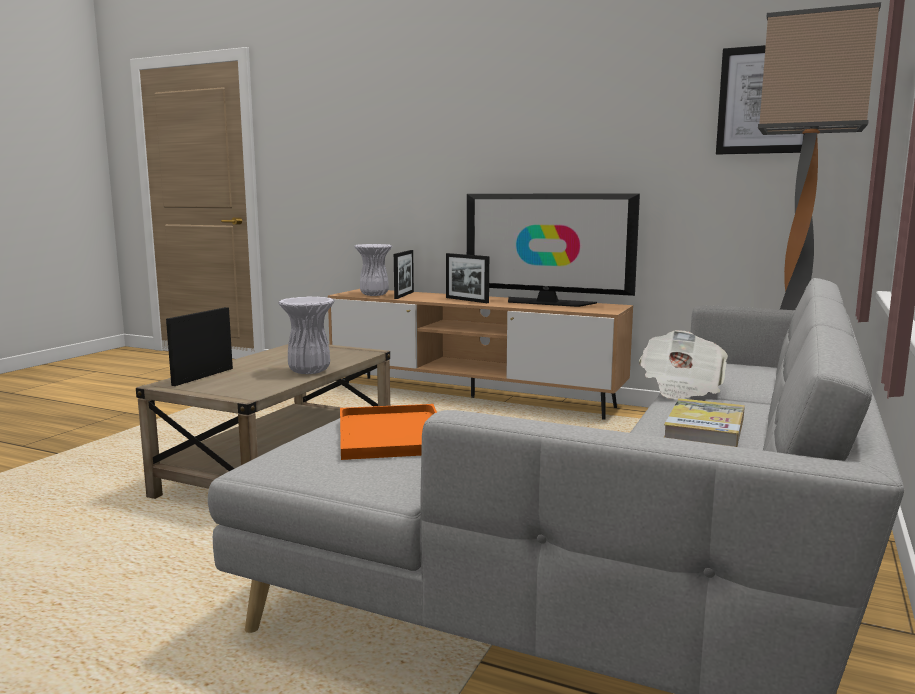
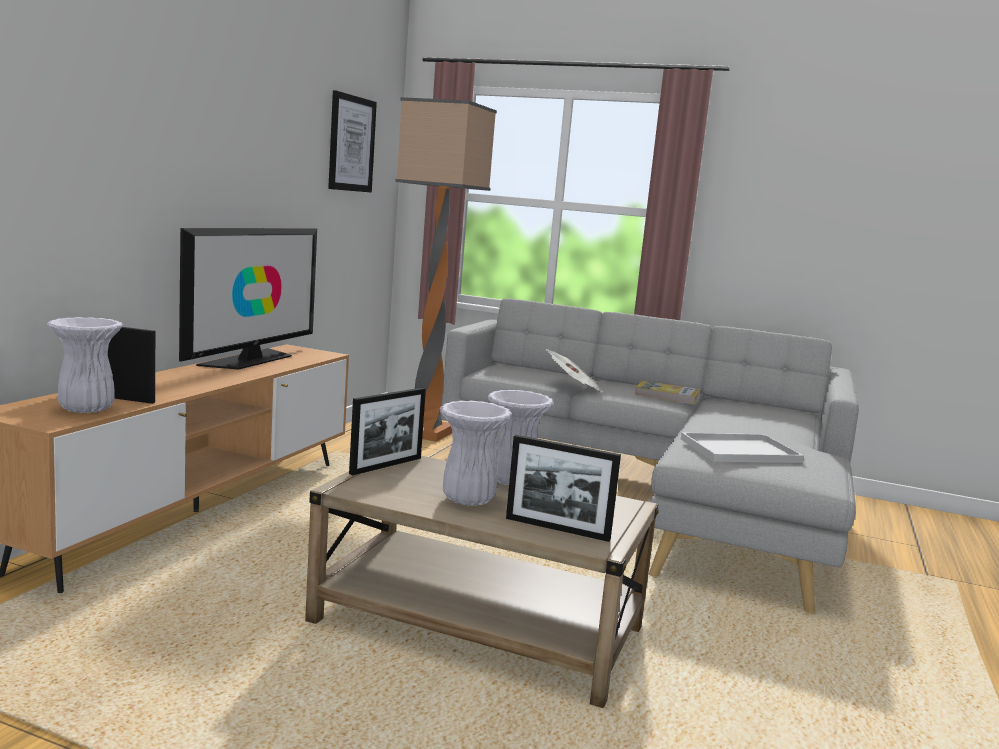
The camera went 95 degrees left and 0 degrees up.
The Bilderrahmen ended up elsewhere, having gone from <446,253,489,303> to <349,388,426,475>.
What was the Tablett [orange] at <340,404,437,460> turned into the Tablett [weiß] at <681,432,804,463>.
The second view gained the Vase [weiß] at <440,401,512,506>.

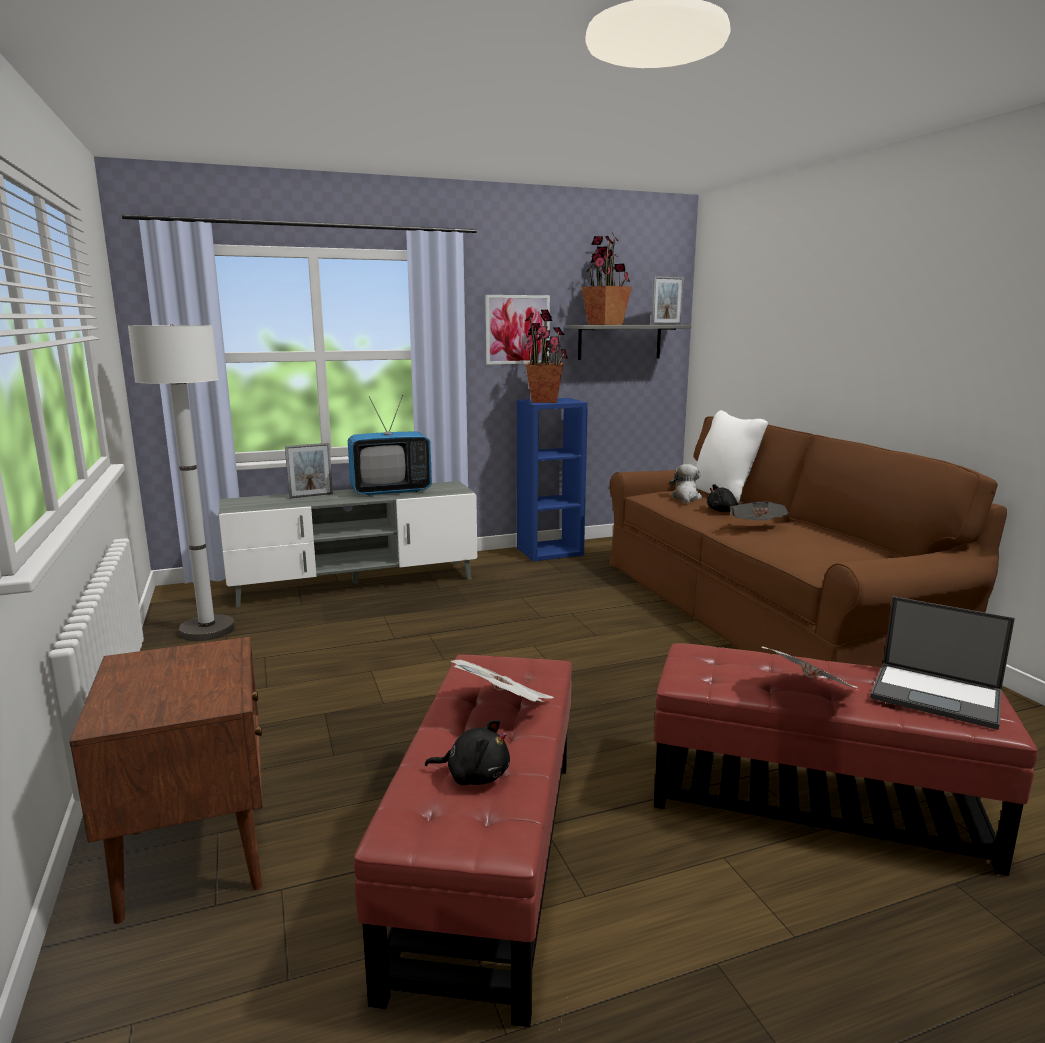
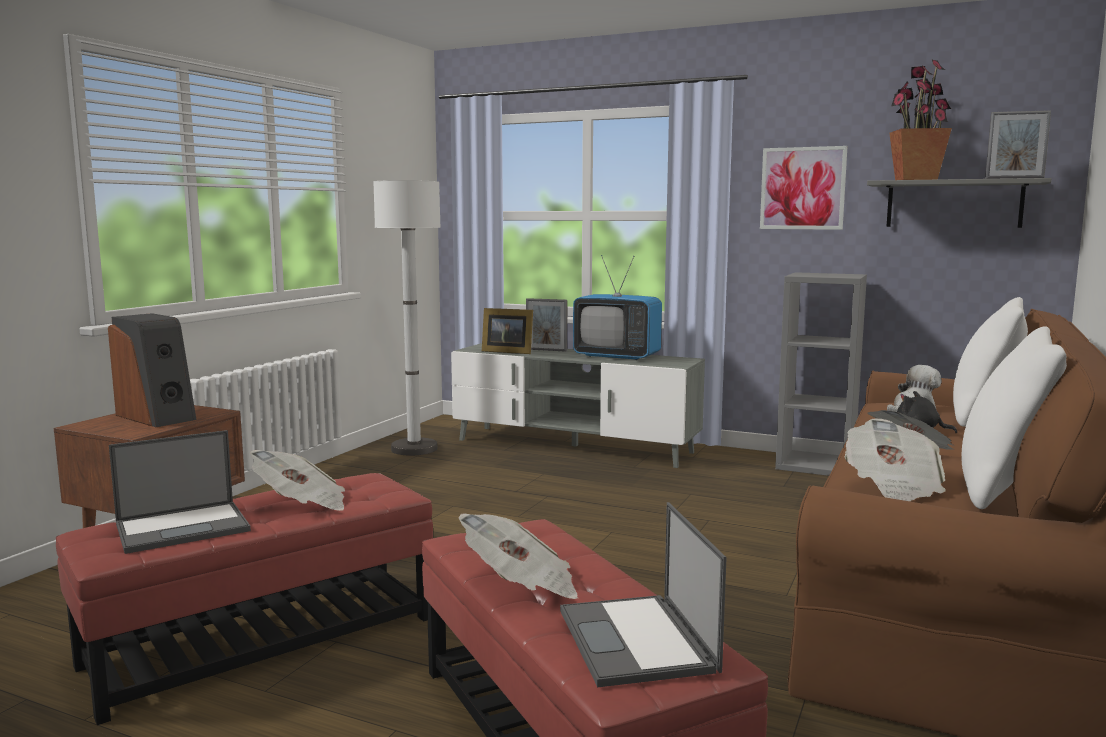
The camera went 45 degrees right and 5 degrees down.
The second view lost the Topfpflanze at <523,310,568,403>.
What was the Bücherregal [blau] at <517,398,588,561> turned into the Bücherregal [grau] at <775,272,867,476>.
Where the Plüschtier [schwarz] stood at <425,719,510,786>, the Laptop came to stand at <109,430,251,554>.
The second view gained the Bilderrahmen at <482,308,533,354>.
The second view gained the Lautsprecher at <108,313,196,427>.
The second view gained the Kissen [weiß] at <961,326,1067,509>.
The second view gained the Zeitung at <844,419,945,501>.

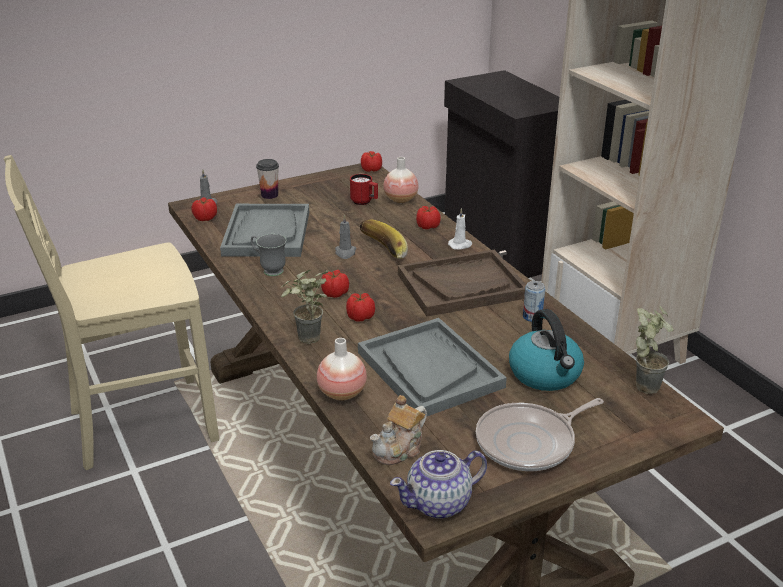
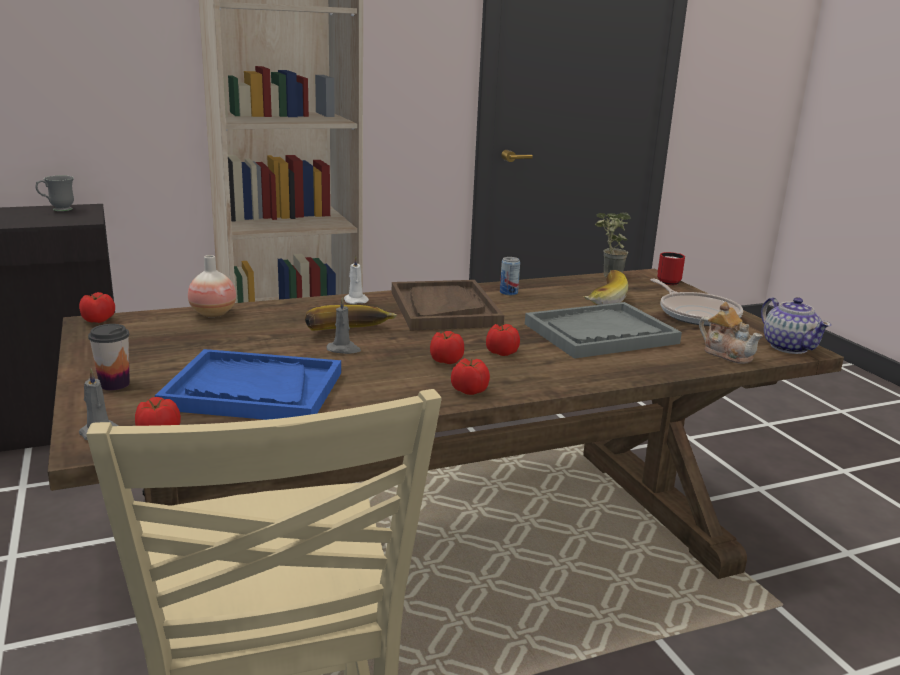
The camera went 85 degrees left and 10 degrees down.
The Henkelbecher [rot] ended up elsewhere, having gone from <350,174,378,205> to <657,252,685,285>.
What was the Tablett [grau] at <220,204,309,257> turned into the Tablett [blau] at <155,349,341,420>.
The Tomate ended up elsewhere, having gone from <416,206,441,229> to <451,358,490,395>.
The Henkelbecher [grau] ended up elsewhere, having gone from <251,234,287,276> to <36,175,74,211>.
The second view lost the Topfpflanze at <281,270,328,344>.
Where the Wasserkessel stood at <509,309,584,391>, the Banane came to stand at <584,270,628,305>.
The second view lost the Vase at <317,338,367,401>.

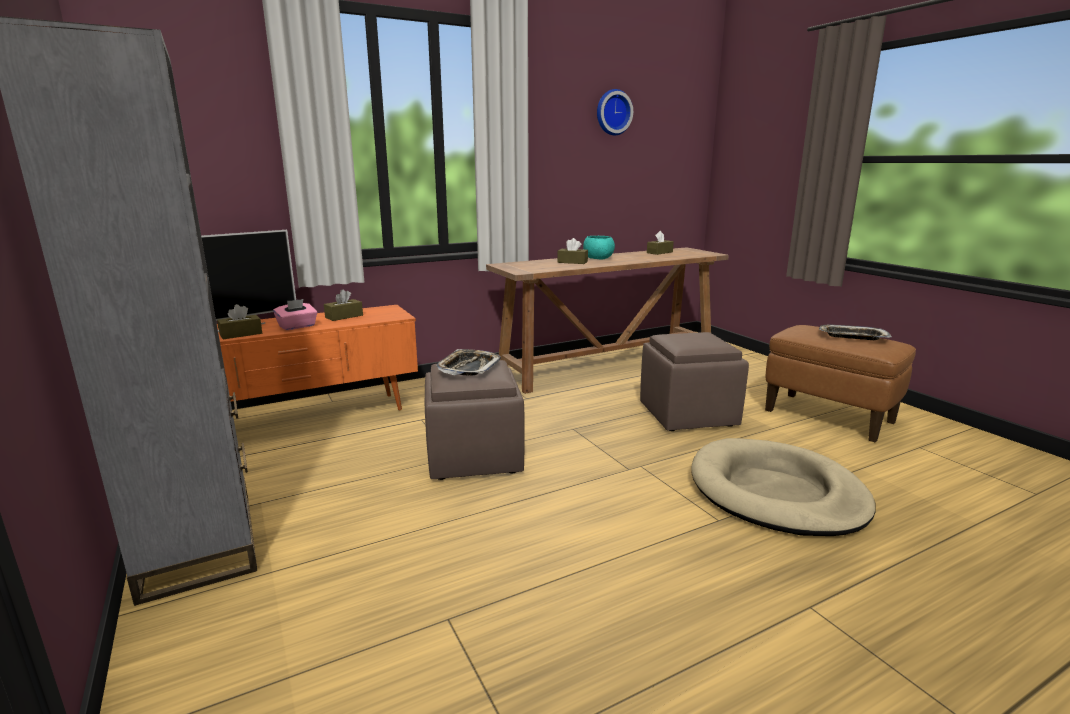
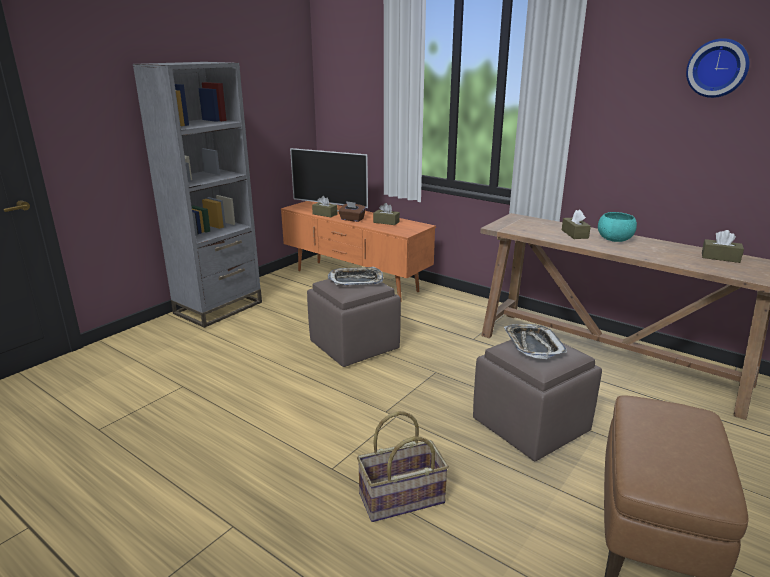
The camera went 65 degrees right and 5 degrees up.
What was the Taschentuchbox [rosa] at <273,299,317,330> turned into the Taschentuchbox [braun] at <338,201,366,222>.
The Tablett ended up elsewhere, having gone from <819,325,892,340> to <504,324,567,359>.
Where the Hundebett [beige] stood at <692,438,876,536>, the Korb came to stand at <357,411,449,522>.

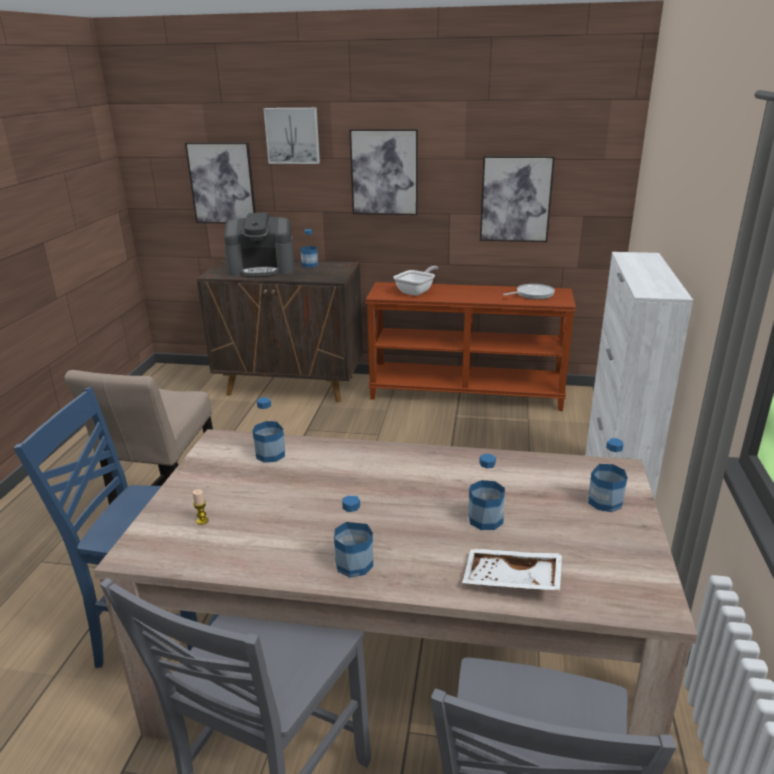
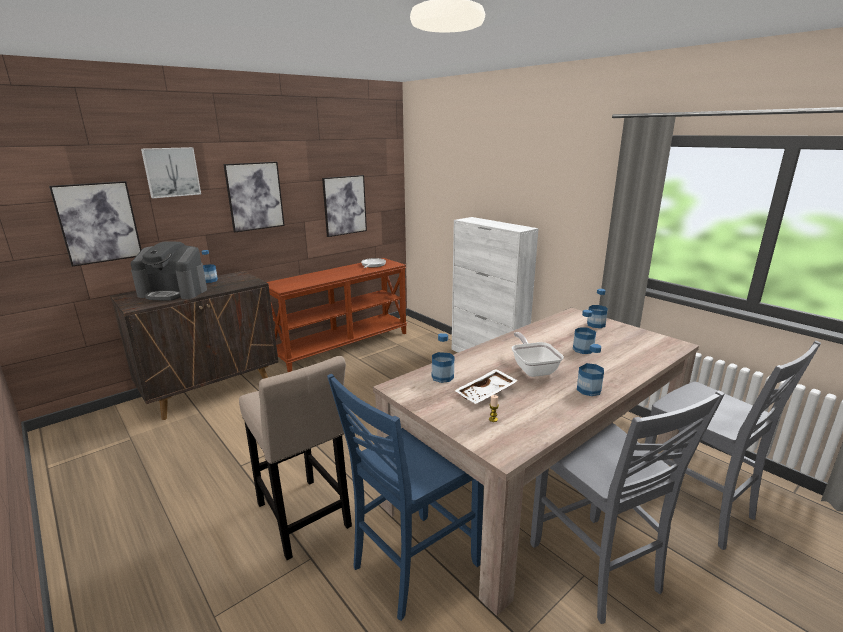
The camera went 50 degrees left and 5 degrees down.
The Kaffeemaschine at <224,213,295,277> ended up facing another way, 60 degrees clockwise from before.
The Pfanne ended up elsewhere, having gone from <393,266,438,296> to <512,332,564,377>.
The Tablett [weiß] ended up elsewhere, having gone from <462,549,562,590> to <454,369,518,404>.

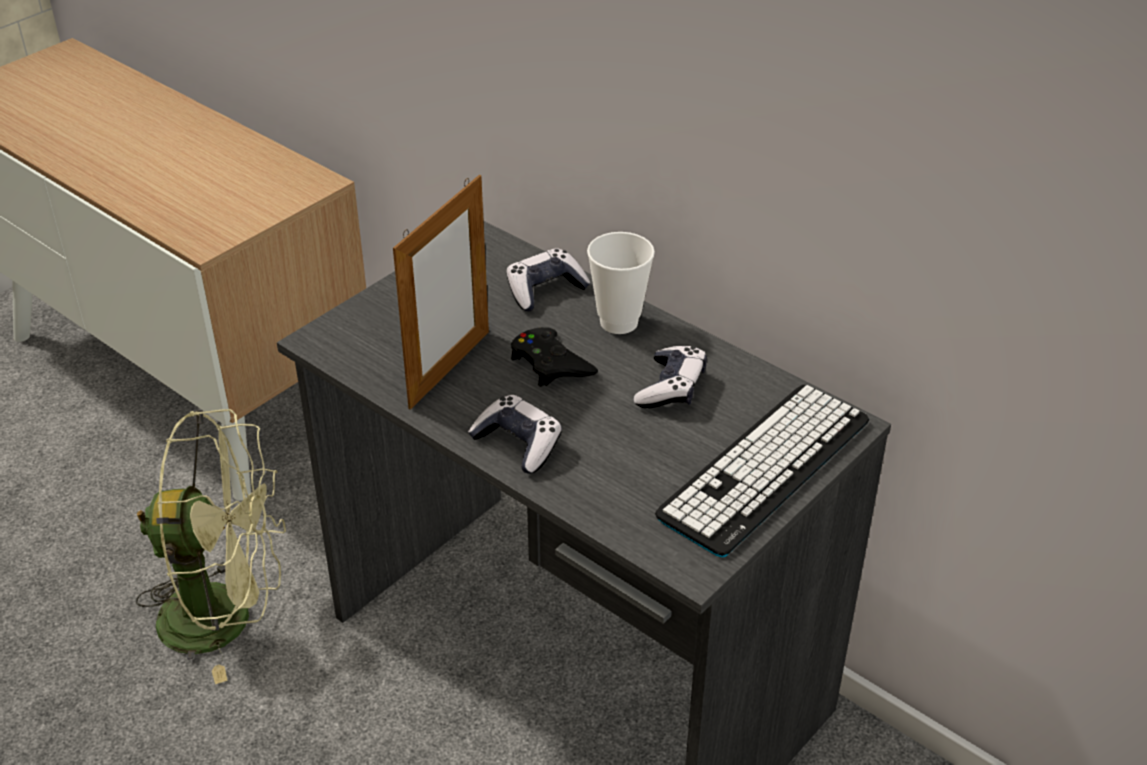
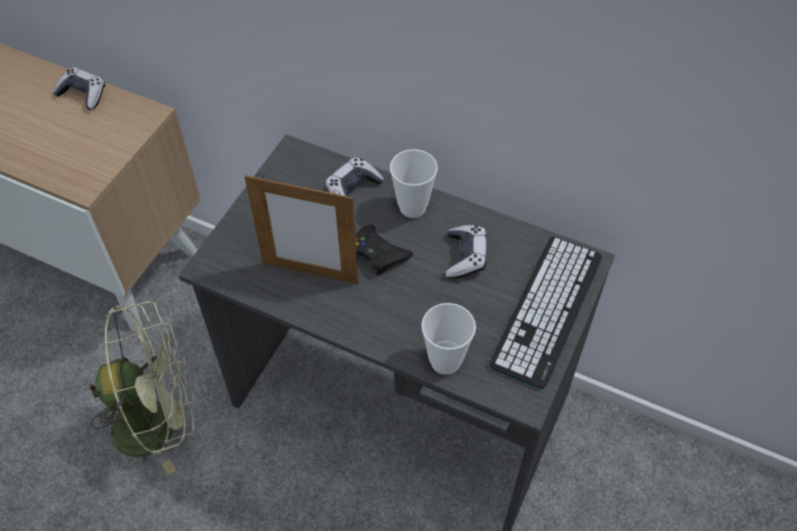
The camera went 15 degrees left and 15 degrees up.
The Bilderrahmen at <393,175,489,410> ended up facing another way, 90 degrees clockwise from before.
The Gamepad ended up elsewhere, having gone from <468,395,562,474> to <53,67,105,110>.
The second view gained the Tasse at <421,303,476,375>.

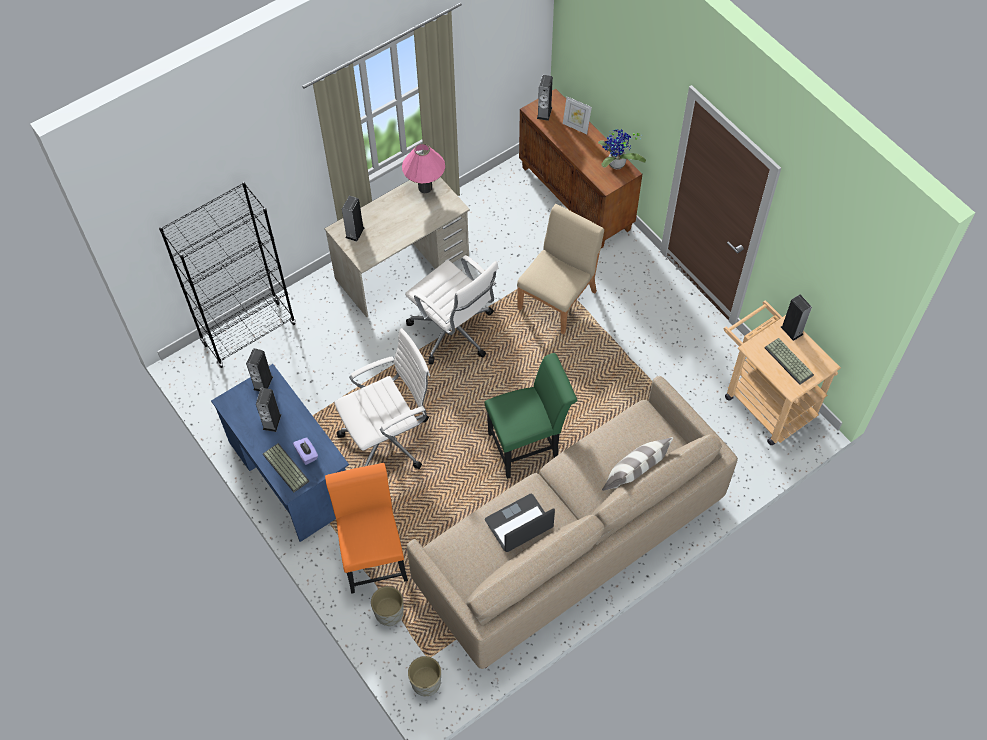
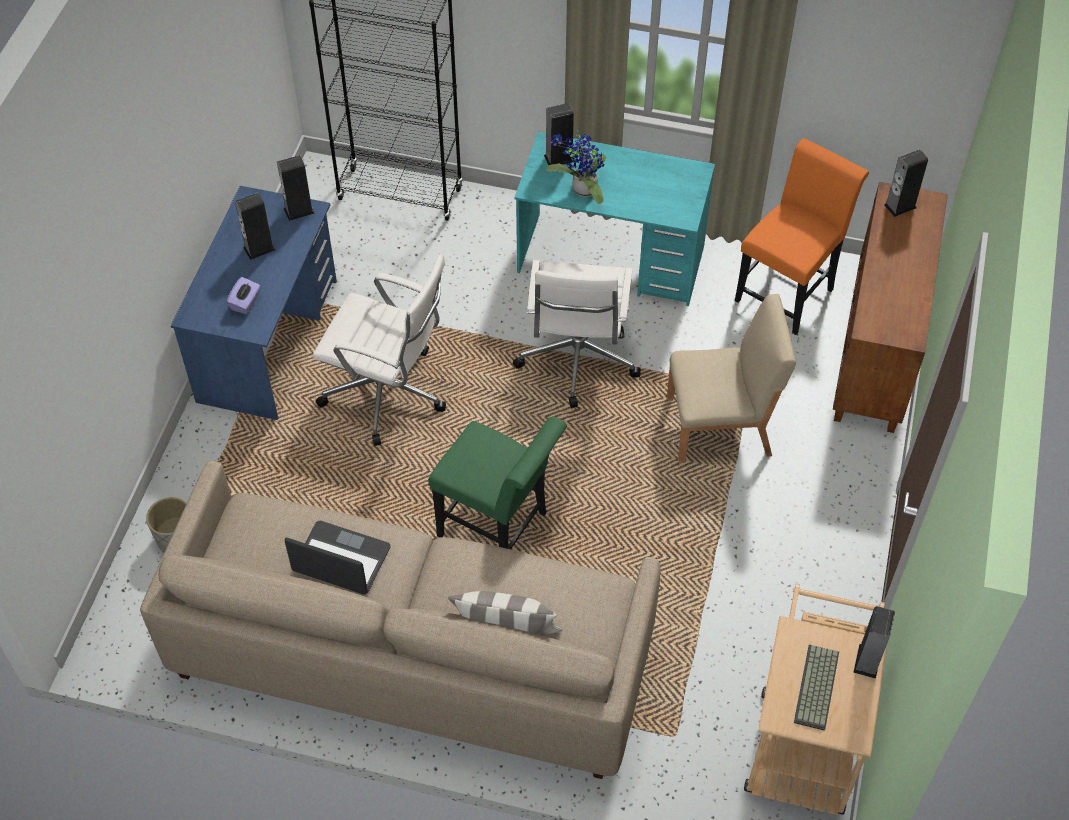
The camera went 50 degrees right and 5 degrees down.
The second view lost the Bilderrahmen at <563,96,592,134>.
The Topfpflanze ended up elsewhere, having gone from <598,129,646,169> to <546,130,606,204>.
The second view lost the Tischlampe [rosa] at <402,144,445,193>.
What was the Schreibtisch [beige] at <325,177,470,317> turned into the Schreibtisch [türkis] at <514,132,715,306>.
The second view lost the Tastatur at <263,443,310,492>.
The Stuhl [orange] ended up elsewhere, having gone from <325,463,408,594> to <735,138,869,335>.
The second view lost the Pflanzkübel [grau] at <408,656,441,696>.

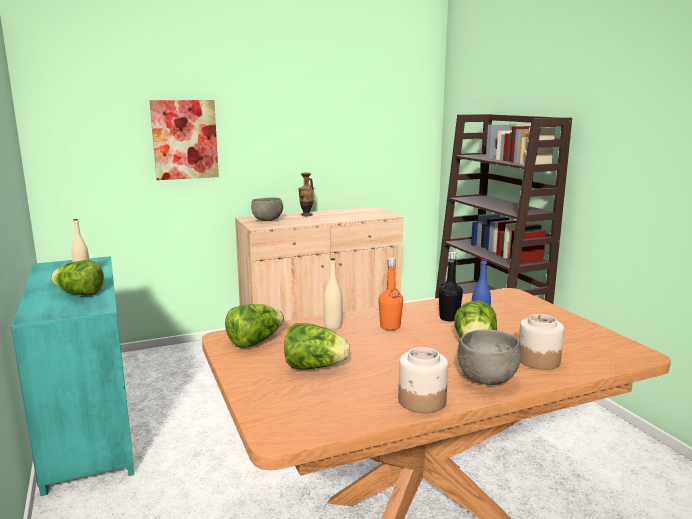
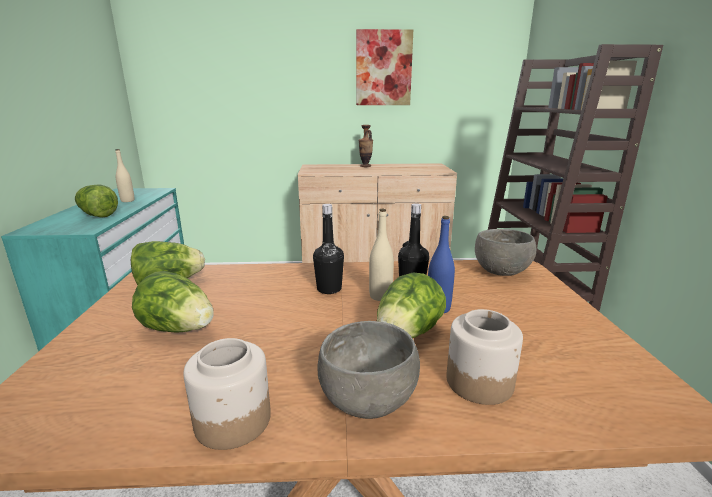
The camera went 20 degrees right and 5 degrees up.
The Bild ended up elsewhere, having gone from <150,100,219,180> to <356,29,413,105>.
The Schüssel [grau] ended up elsewhere, having gone from <251,197,283,221> to <475,229,536,276>.
The Flasche [beige] ended up elsewhere, having gone from <324,258,343,330> to <369,209,394,301>.
What was the Flasche [orange] at <378,258,403,330> turned into the Flasche [schwarz] at <313,204,344,294>.

